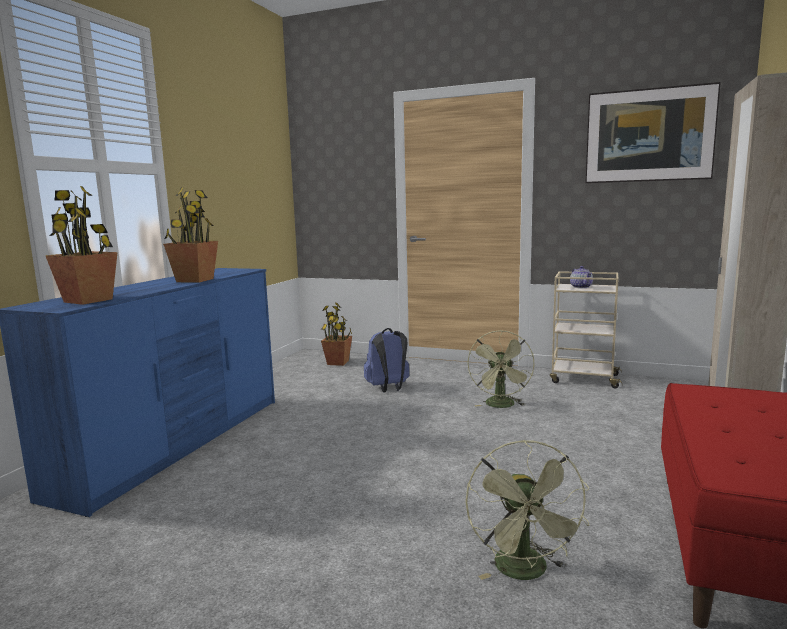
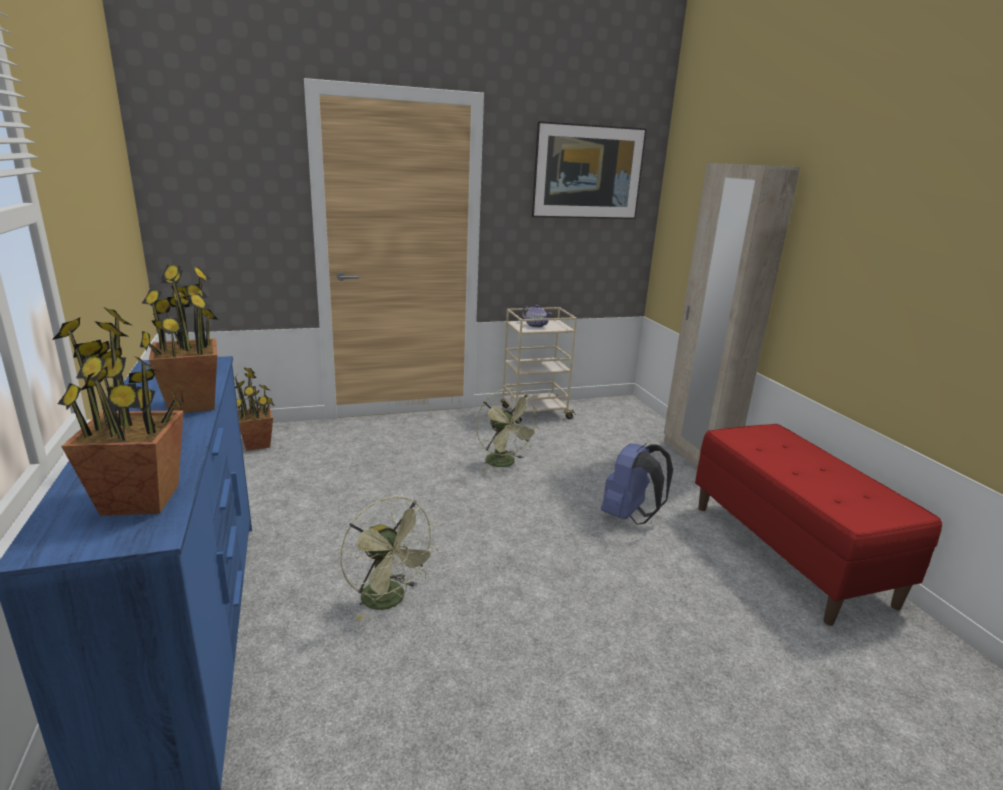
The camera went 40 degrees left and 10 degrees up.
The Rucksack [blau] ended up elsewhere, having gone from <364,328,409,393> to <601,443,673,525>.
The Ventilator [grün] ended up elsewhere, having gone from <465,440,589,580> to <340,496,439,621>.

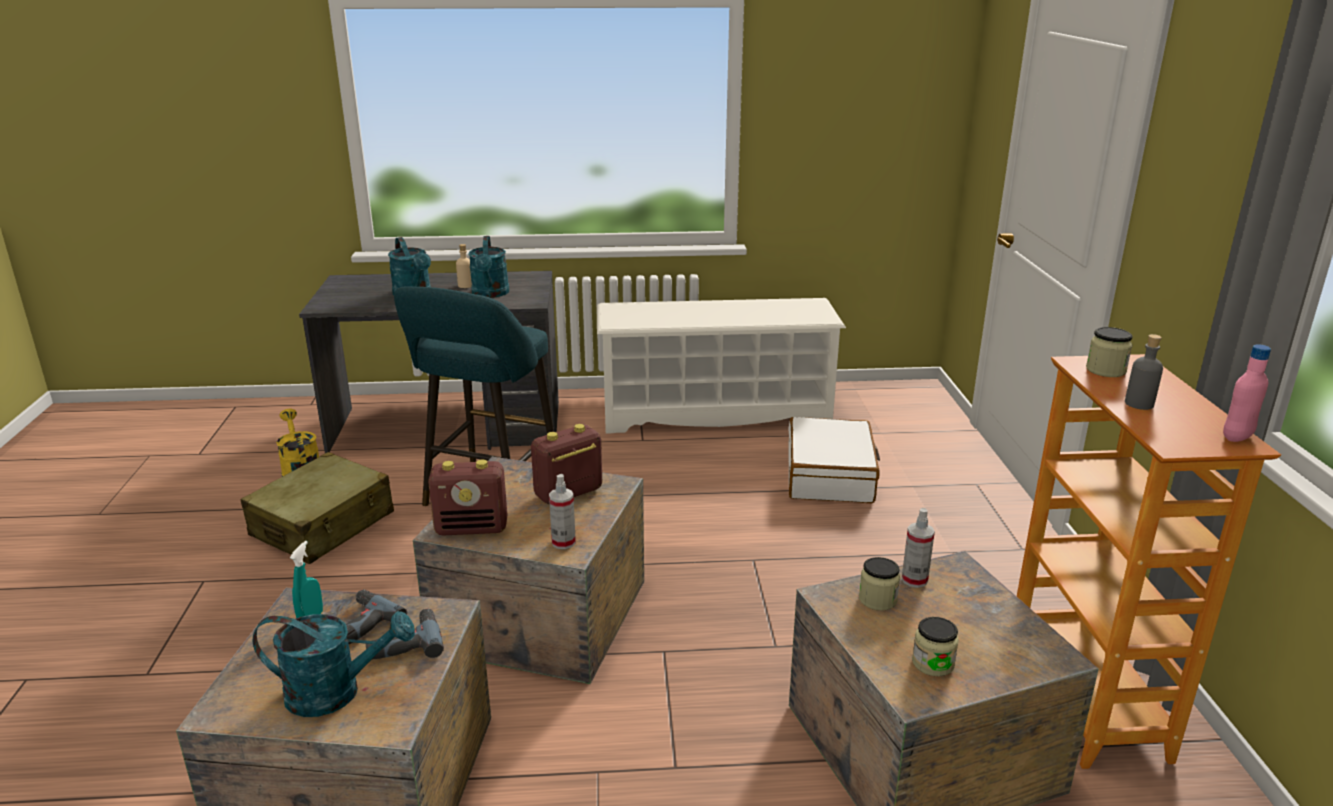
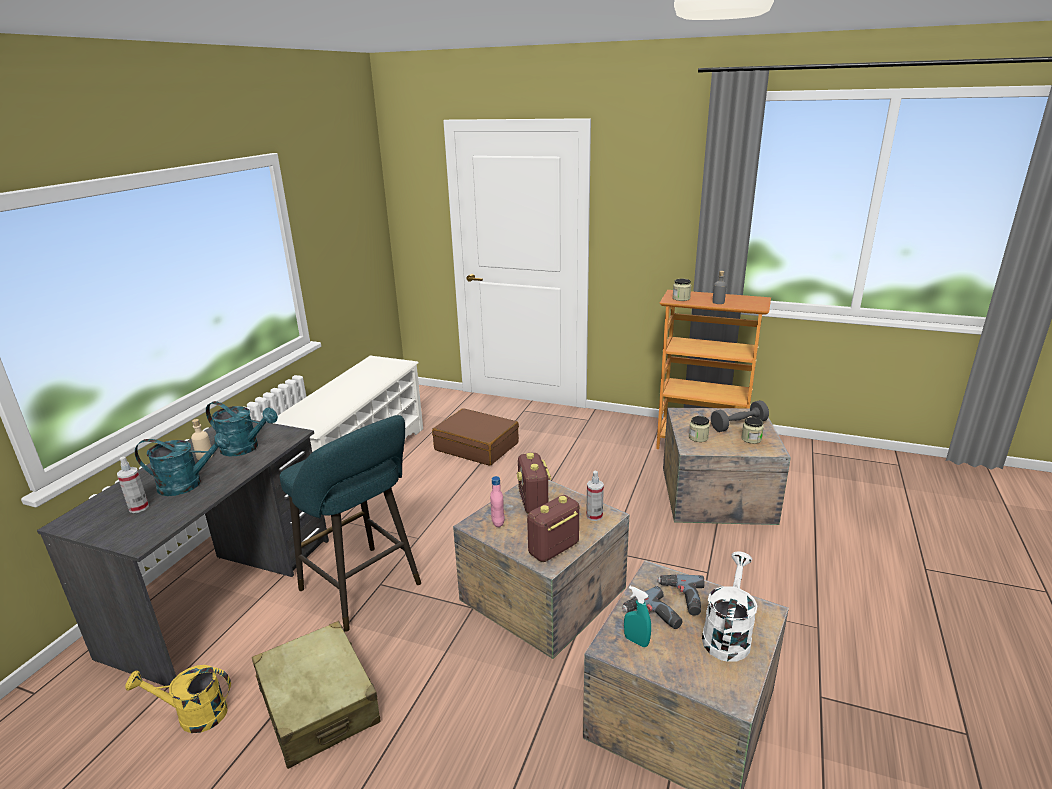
The camera went 65 degrees left and 0 degrees up.
The Flasche [rosa] ended up elsewhere, having gone from <1223,344,1271,442> to <490,476,505,527>.
What was the Koffer [weiß] at <788,417,880,503> turned into the Koffer [braun] at <432,408,519,466>.
The Radio at <428,460,508,535> ended up facing another way, 150 degrees counterclockwise from before.
The Sprühflasche ended up elsewhere, having gone from <902,508,935,588> to <117,457,149,513>.
What was the Gießkanne [türkis] at <253,611,415,717> turned into the Gießkanne [weiß] at <702,551,757,662>.
The second view gained the Hantel [grau] at <711,400,769,432>.

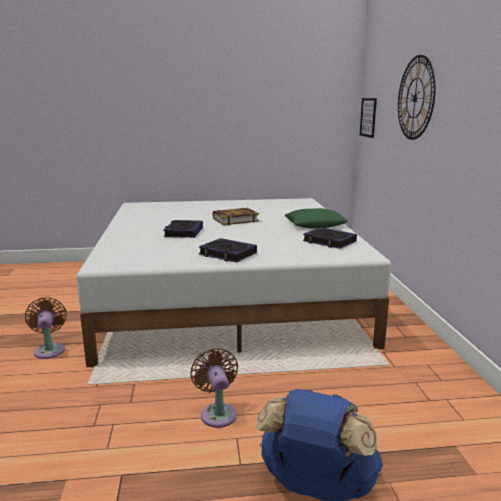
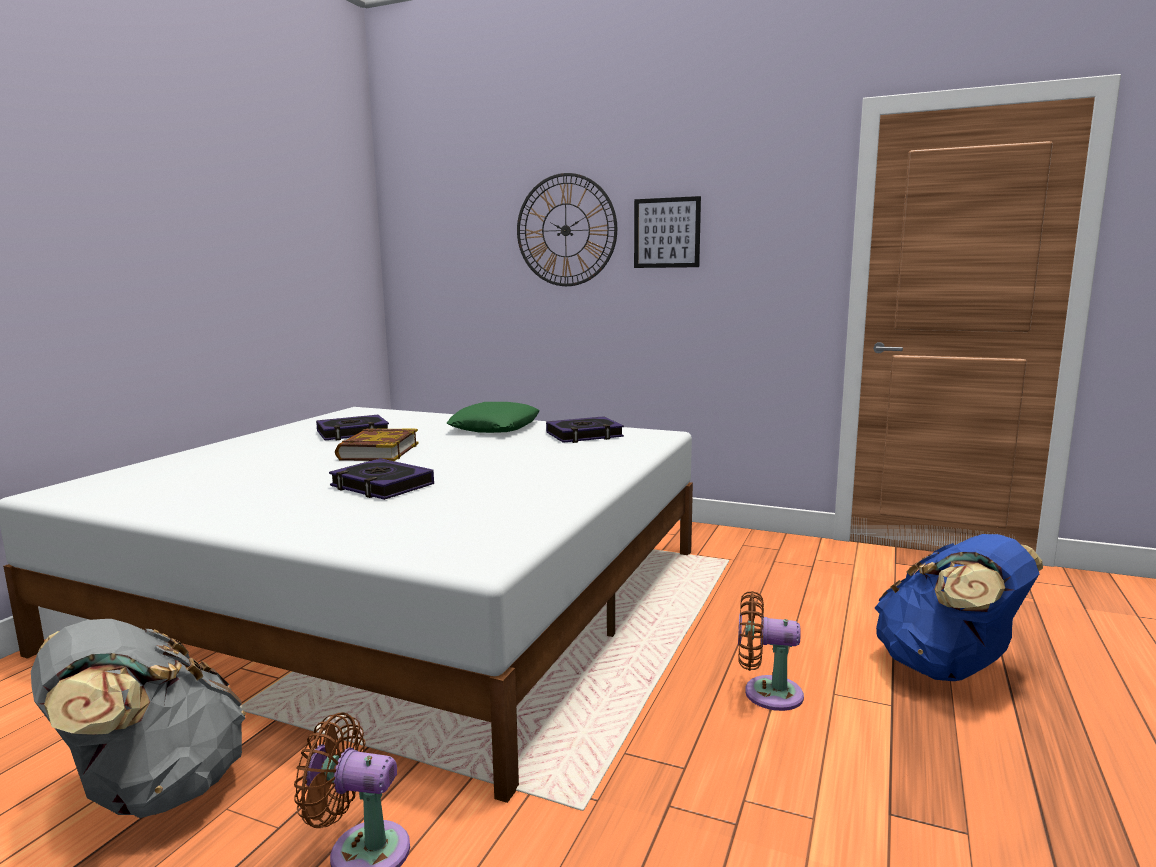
The camera went 60 degrees left and 5 degrees down.
The Bild ended up elsewhere, having gone from <360,98,377,138> to <634,196,701,268>.
The Buch ended up elsewhere, having gone from <199,238,257,262> to <316,415,389,440>.
The second view gained the Rucksack [grau] at <31,619,246,818>.

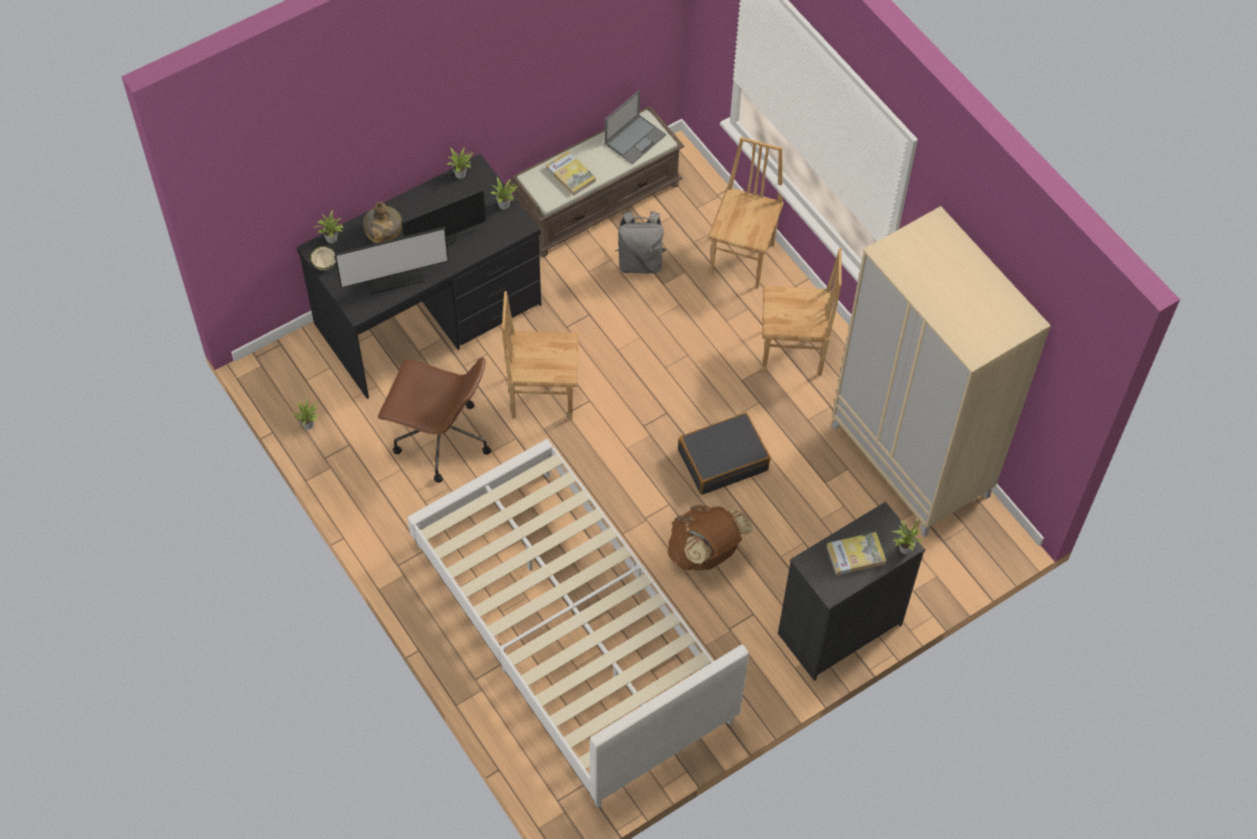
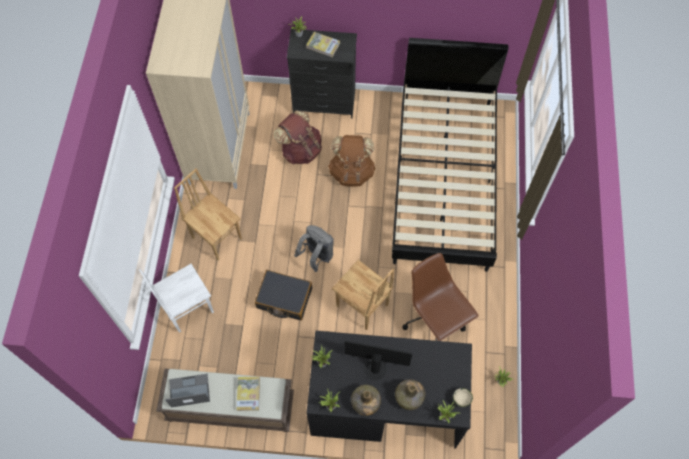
The camera went 140 degrees left and 5 degrees up.
What was the Stuhl [braun] at <708,137,784,288> turned into the Stuhl [weiß] at <139,264,214,333>.
The Rucksack [grau] ended up elsewhere, having gone from <615,211,666,274> to <294,225,334,272>.
The second view lost the Monitor at <334,227,449,295>.
The Koffer [schwarz] ended up elsewhere, having gone from <678,413,770,495> to <255,270,312,321>.
What was the Bett [weiß] at <407,439,749,807> turned into the Bett [schwarz] at <392,38,508,272>.
The second view gained the Rucksack [braun] at <274,110,322,165>.
The second view gained the Flasche [grün] at <351,385,381,416>.

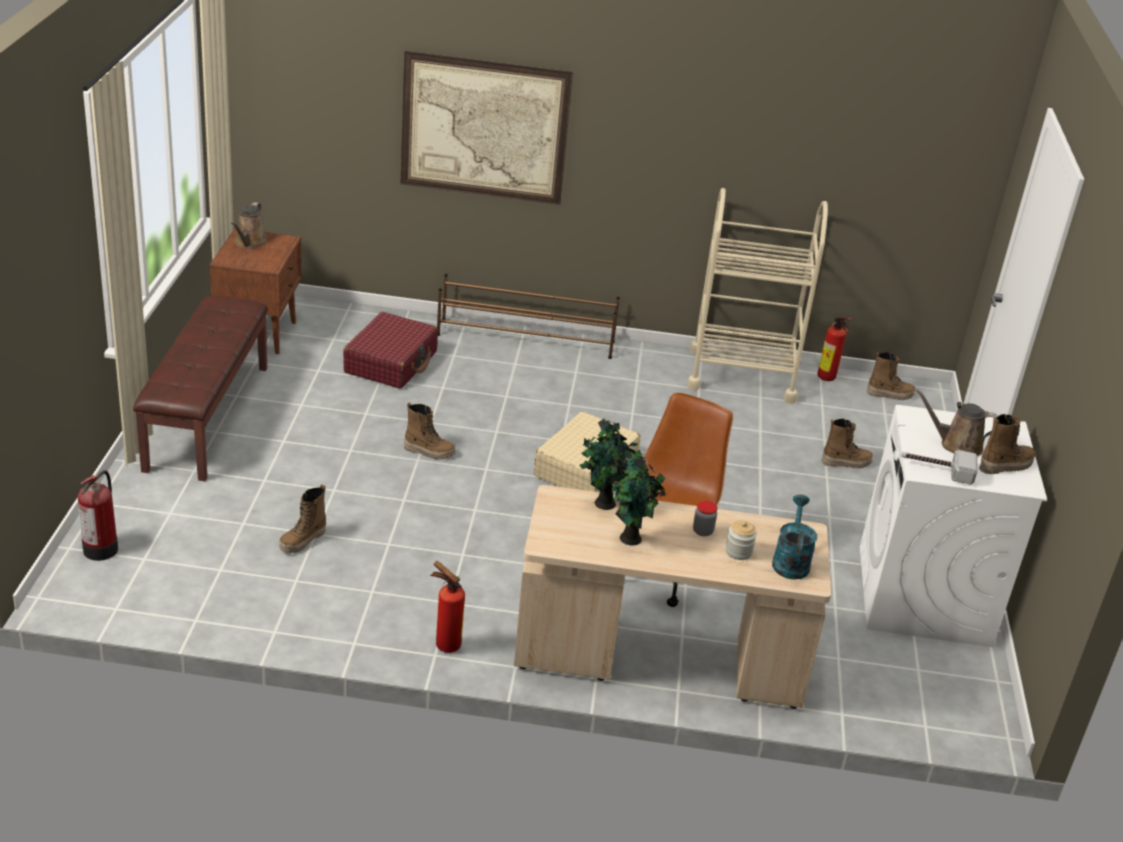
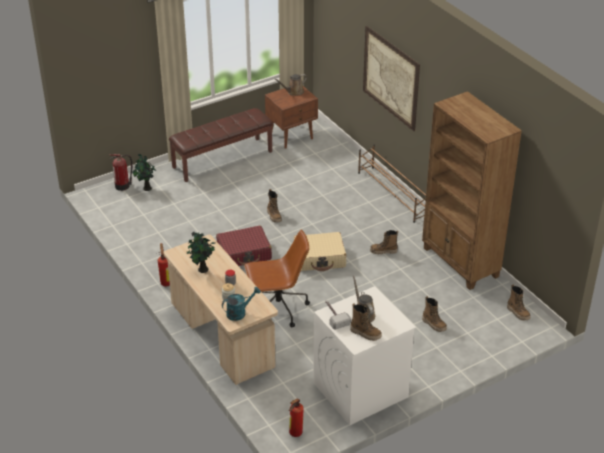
The camera went 55 degrees right and 5 degrees up.
Where the Rollwagen [beige] stood at <687,188,828,404>, the Bücherregal [braun] came to stand at <422,91,522,290>.
The Koffer [rot] ended up elsewhere, having gone from <343,312,438,389> to <216,226,272,266>.
The Feuerlöscher ended up elsewhere, having gone from <817,317,852,381> to <289,399,304,437>.
The Topfpflanze ended up elsewhere, having gone from <580,418,642,510> to <132,153,157,191>.
The Stiefel ended up elsewhere, having gone from <280,484,326,553> to <370,230,398,254>.

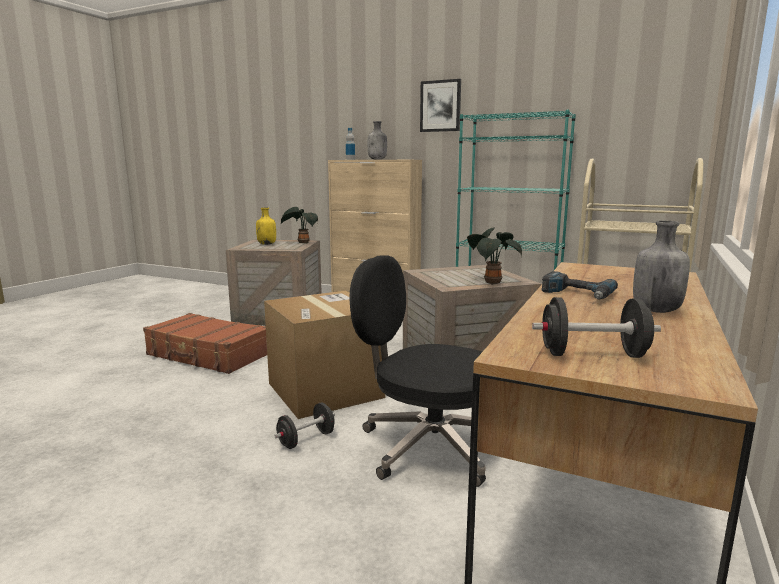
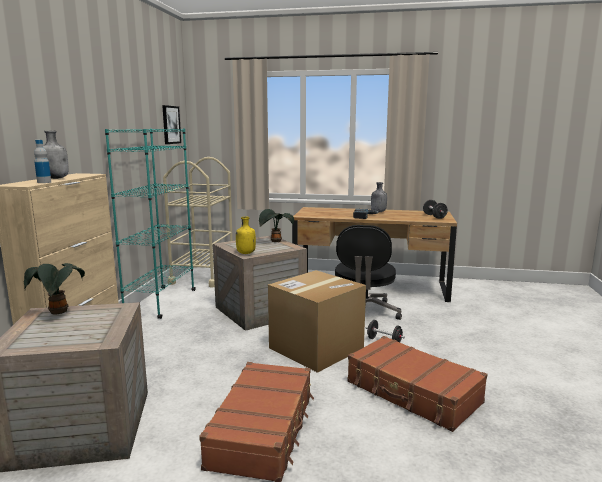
The camera went 105 degrees left and 0 degrees up.
The Bild ended up elsewhere, having gone from <420,79,461,132> to <162,105,181,144>.
The Flasche [gelb] ended up elsewhere, having gone from <256,207,276,245> to <236,217,256,254>.
The second view gained the Koffer [braun] at <347,336,487,432>.

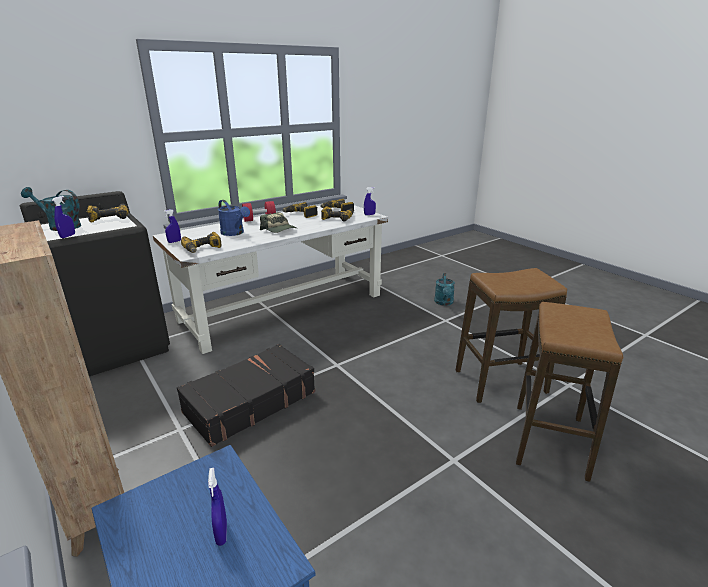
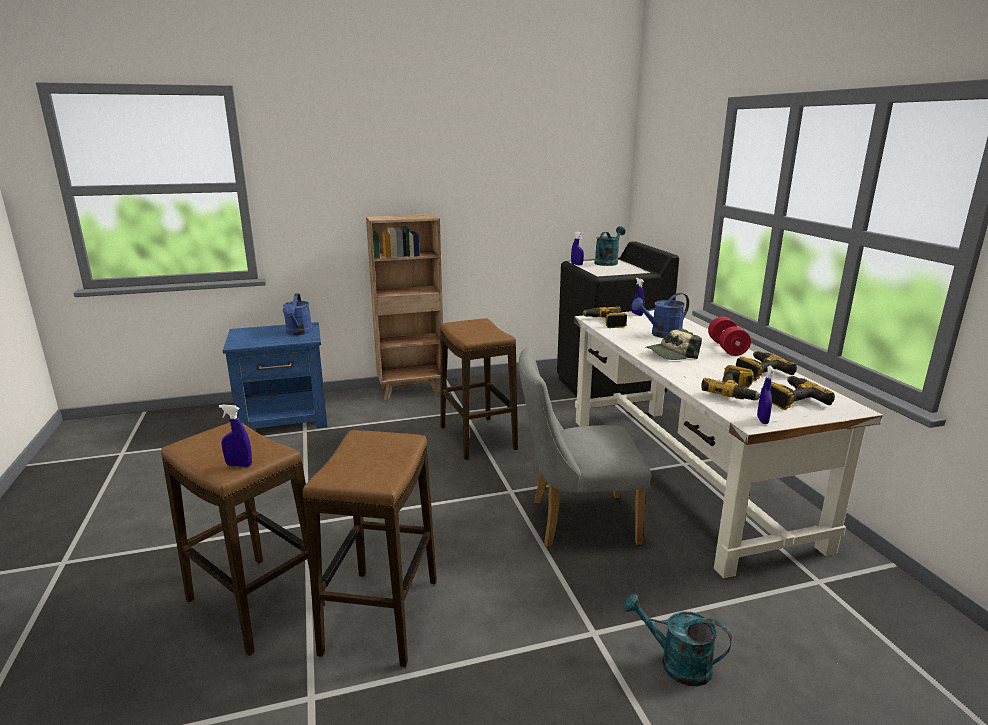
The camera went 110 degrees right and 5 degrees down.
The second view lost the Bohrmaschine at <86,204,129,222>.
Where the Koffer [schwarz] stood at <177,344,315,447>, the Hocker came to stand at <440,318,518,460>.
The Sprühflasche [blau] ended up elsewhere, having gone from <208,468,227,546> to <219,405,252,467>.
The second view gained the Gießkanne [blau] at <283,293,313,335>.
The second view gained the Stuhl [grau] at <519,347,651,547>.

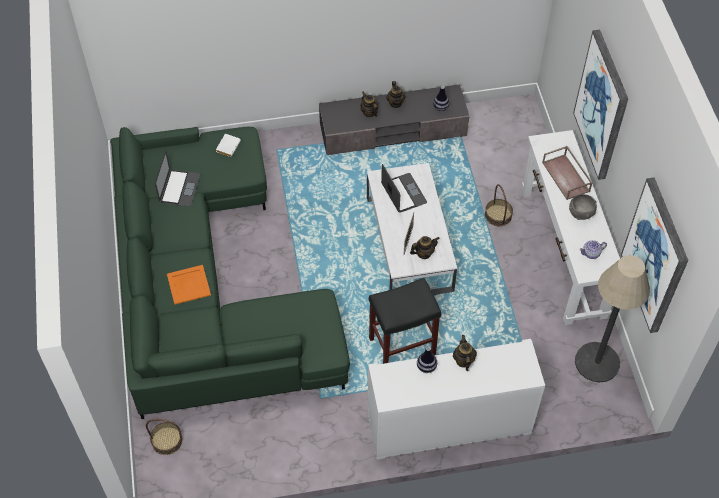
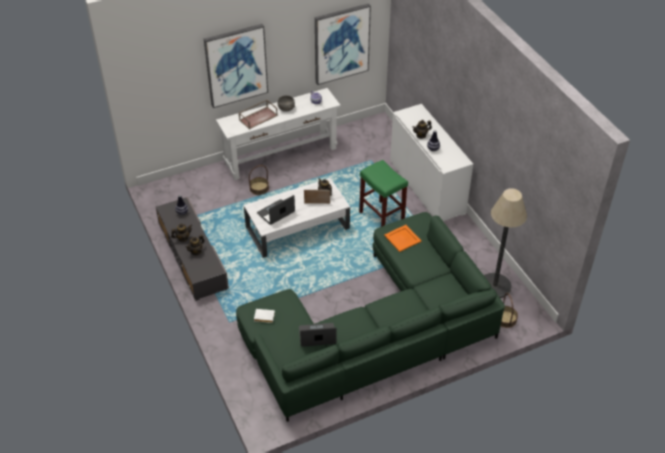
The camera went 105 degrees left and 10 degrees down.
The Stehlampe ended up elsewhere, having gone from <575,255,650,383> to <484,188,527,298>.
The Tablett [orange] ended up elsewhere, having gone from <167,265,211,305> to <384,225,421,252>.
What was the Hocker [schwarz] at <369,278,441,364> turned into the Hocker [grün] at <359,160,408,227>.

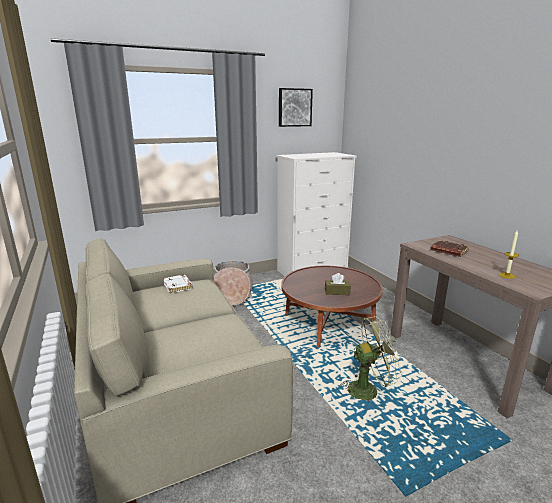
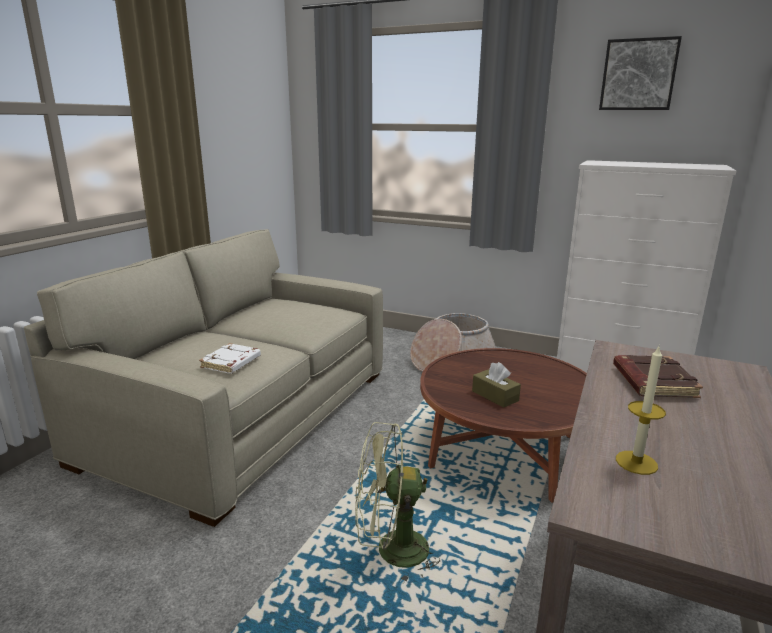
The camera went 50 degrees right and 0 degrees up.
The Buch [weiß] ended up elsewhere, having gone from <163,275,193,293> to <199,343,261,374>.
The Ventilator [grün] at <340,316,402,402> ended up facing another way, 135 degrees clockwise from before.

